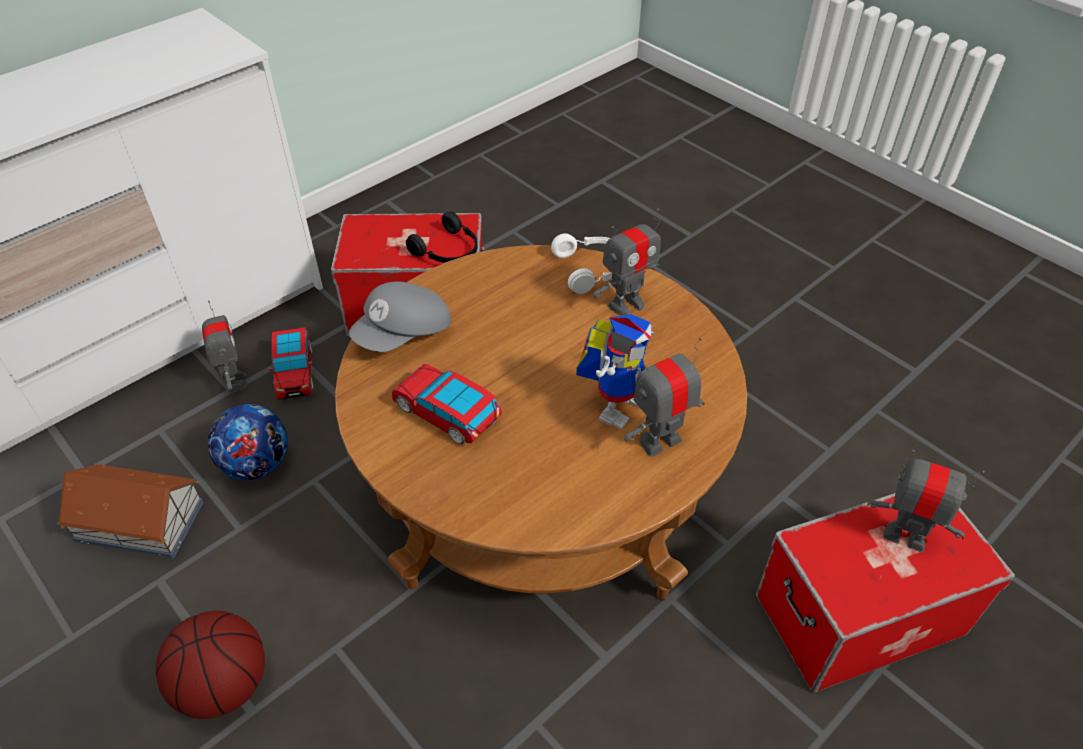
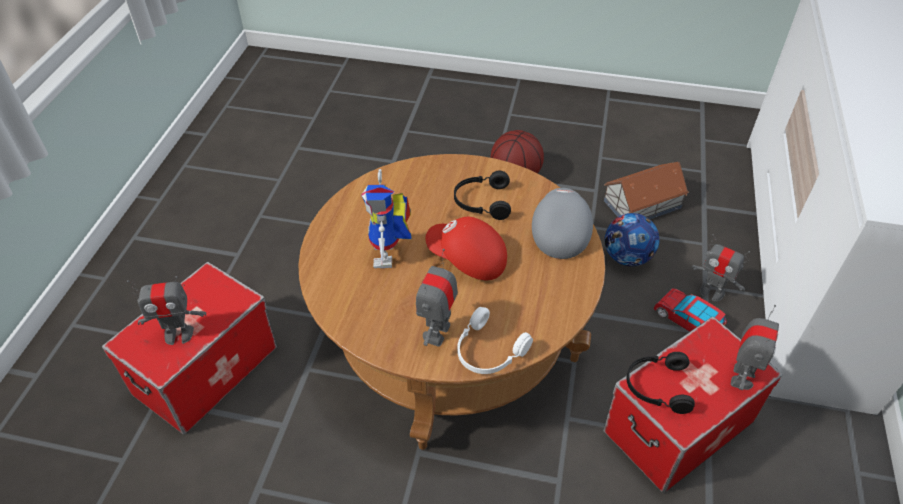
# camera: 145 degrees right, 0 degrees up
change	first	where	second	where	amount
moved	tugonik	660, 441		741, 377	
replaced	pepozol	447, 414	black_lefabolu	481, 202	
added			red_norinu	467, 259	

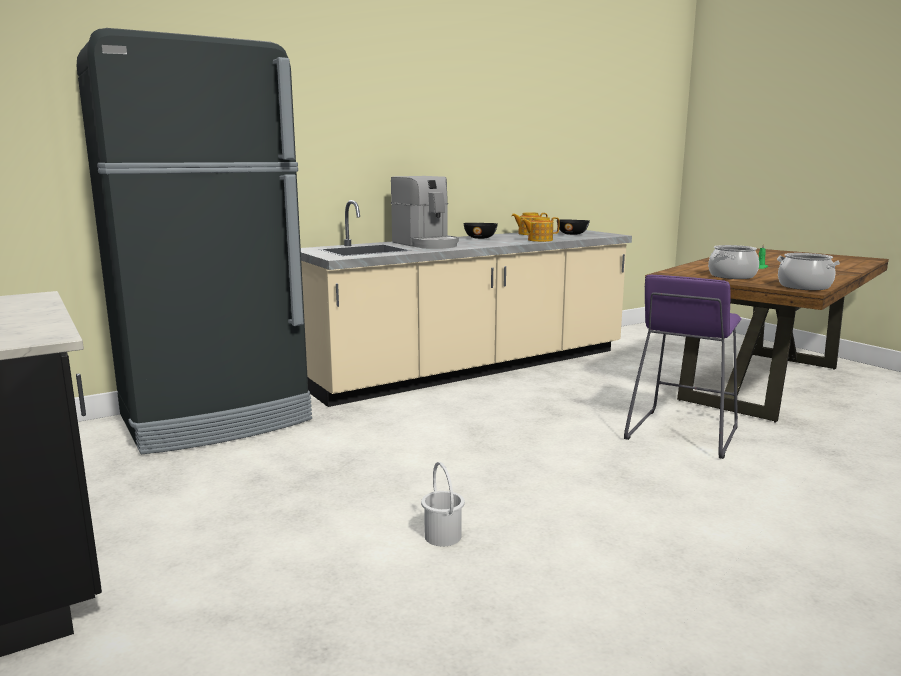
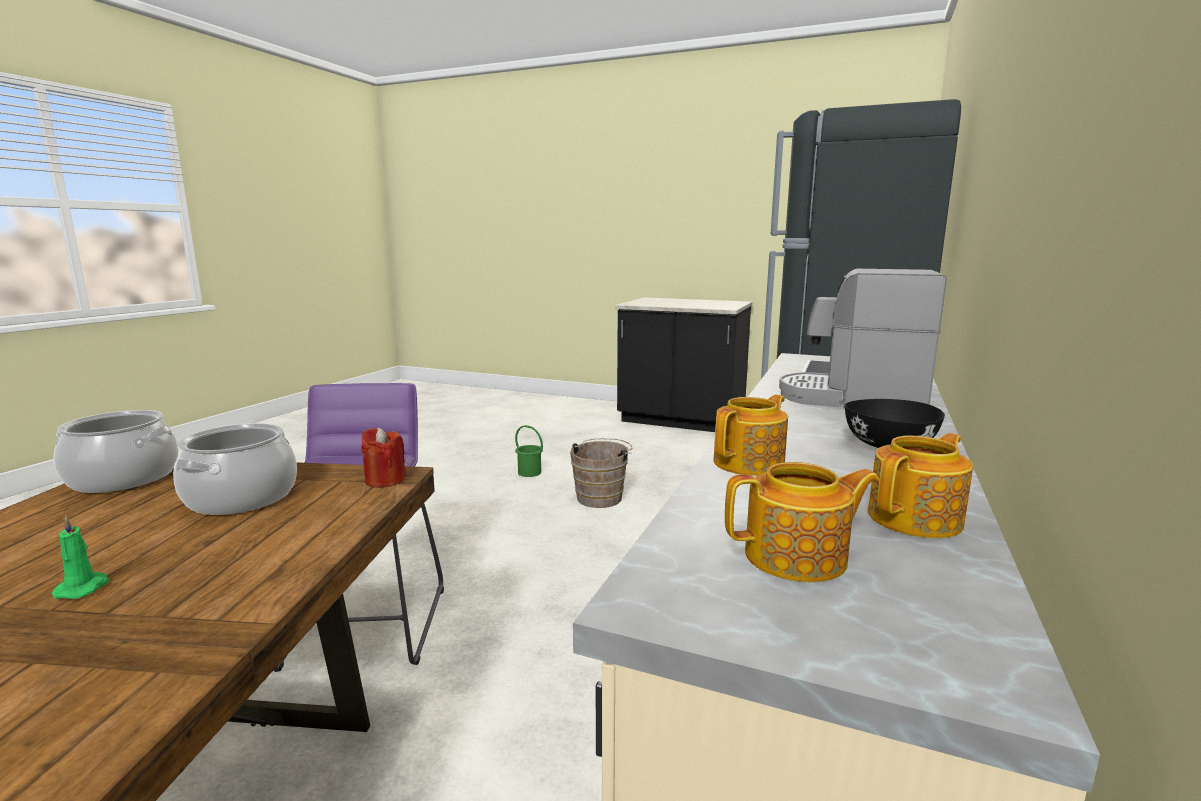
# camera: 145 degrees right, 0 degrees up
change	first	where	second	where	amount
replaced	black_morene	572, 234	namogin	798, 557	
recoloured	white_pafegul	442, 537	green_pafegul	529, 472	
added			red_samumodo	385, 480	
added			brown_pafegul	601, 497	

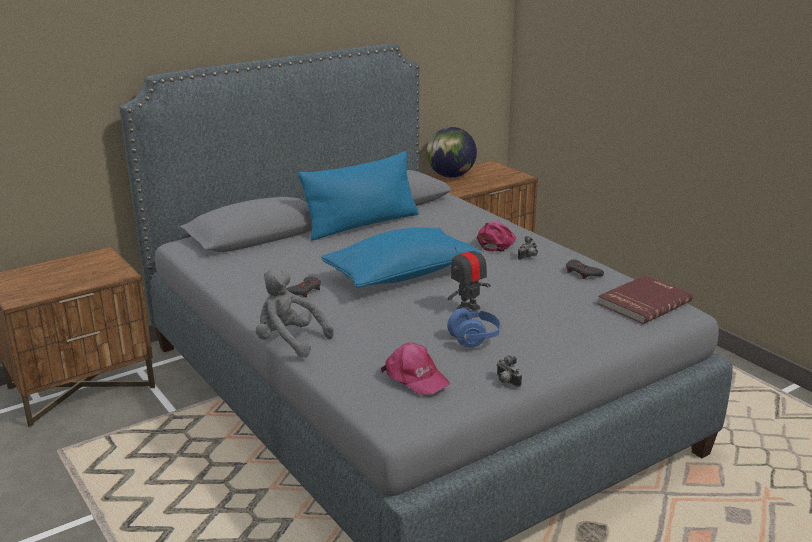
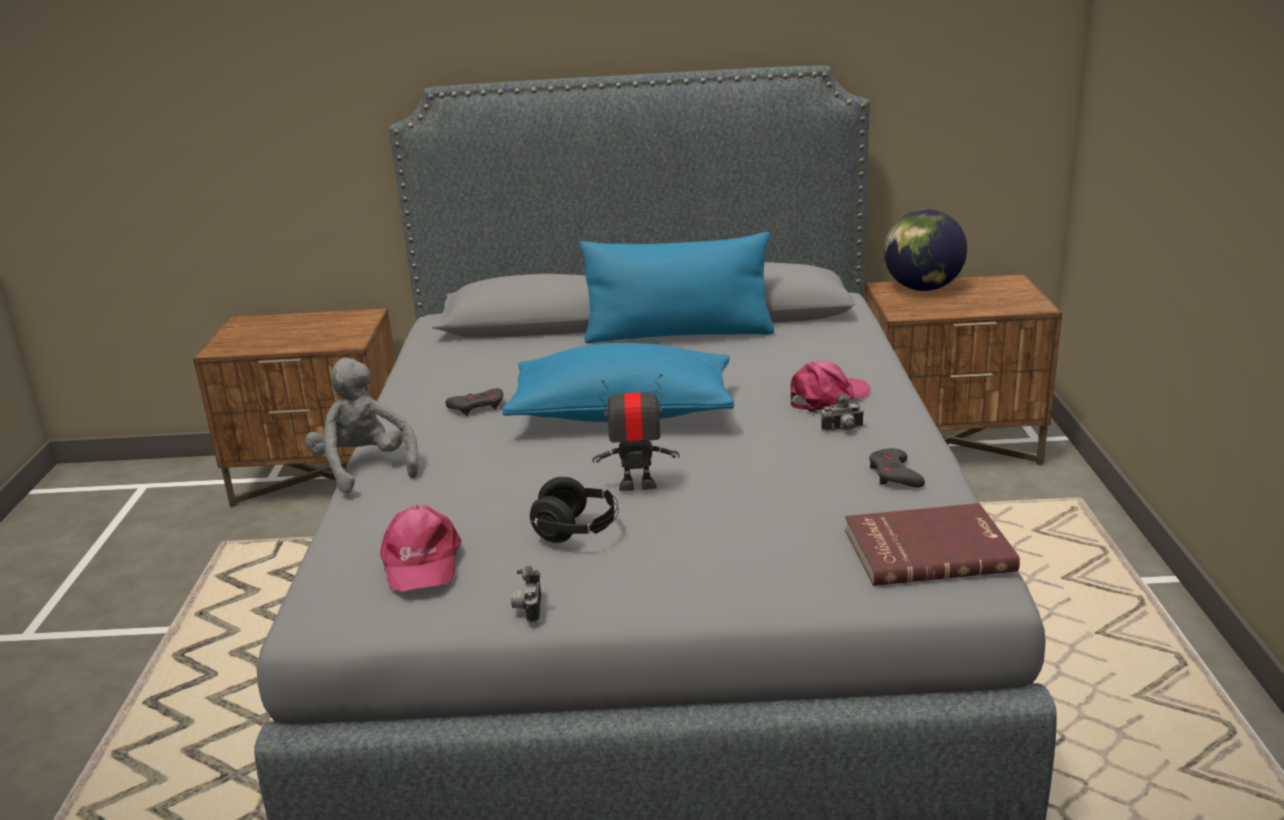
# camera: 35 degrees right, 0 degrees up
change	first	where	second	where	amount
recoloured	blue_lefabolu	475, 339	black_lefabolu	577, 531	

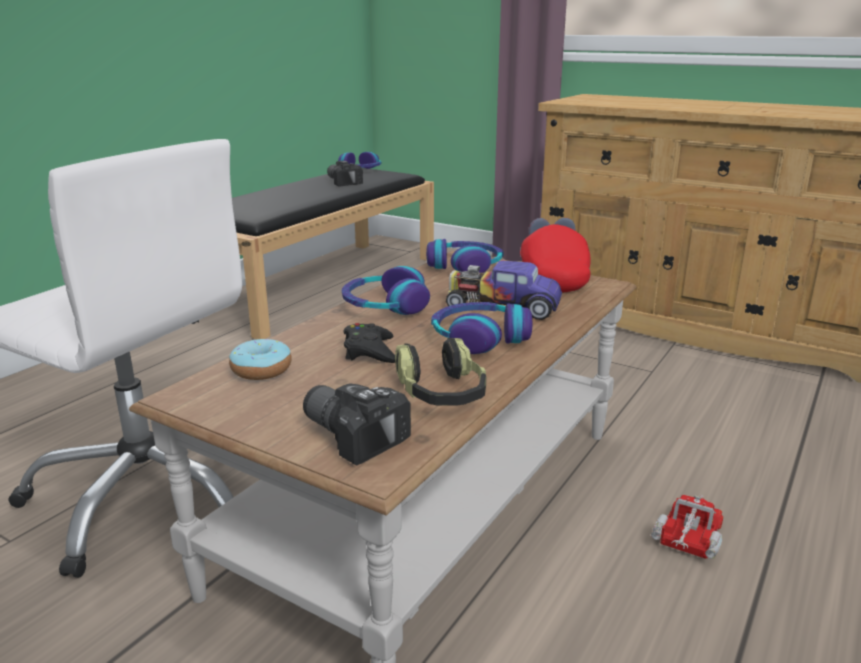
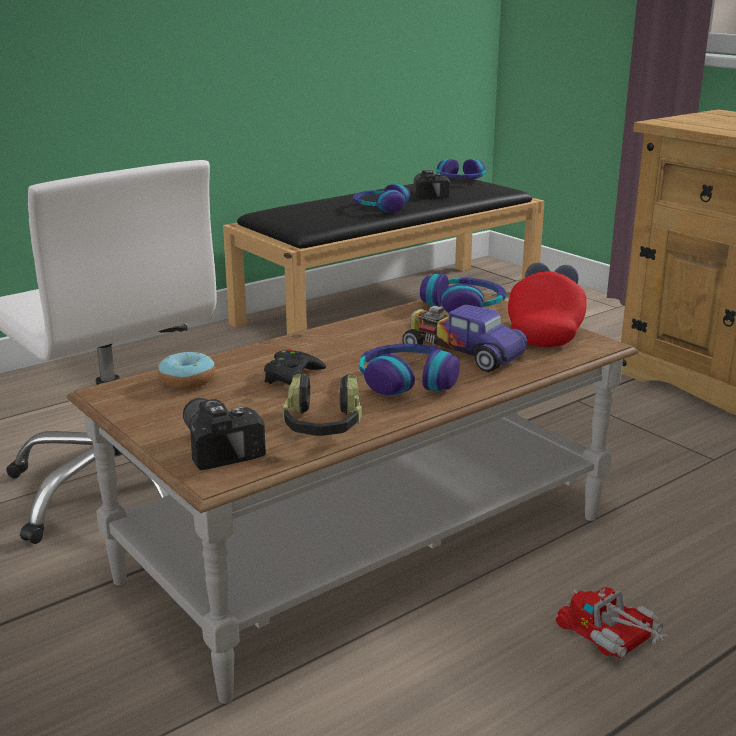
# camera: 20 degrees right, 0 degrees up
change	first	where	second	where	amount
moved	lefabolu	385, 306		380, 208	
turned	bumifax	687, 542		613, 639	90 degrees counterclockwise

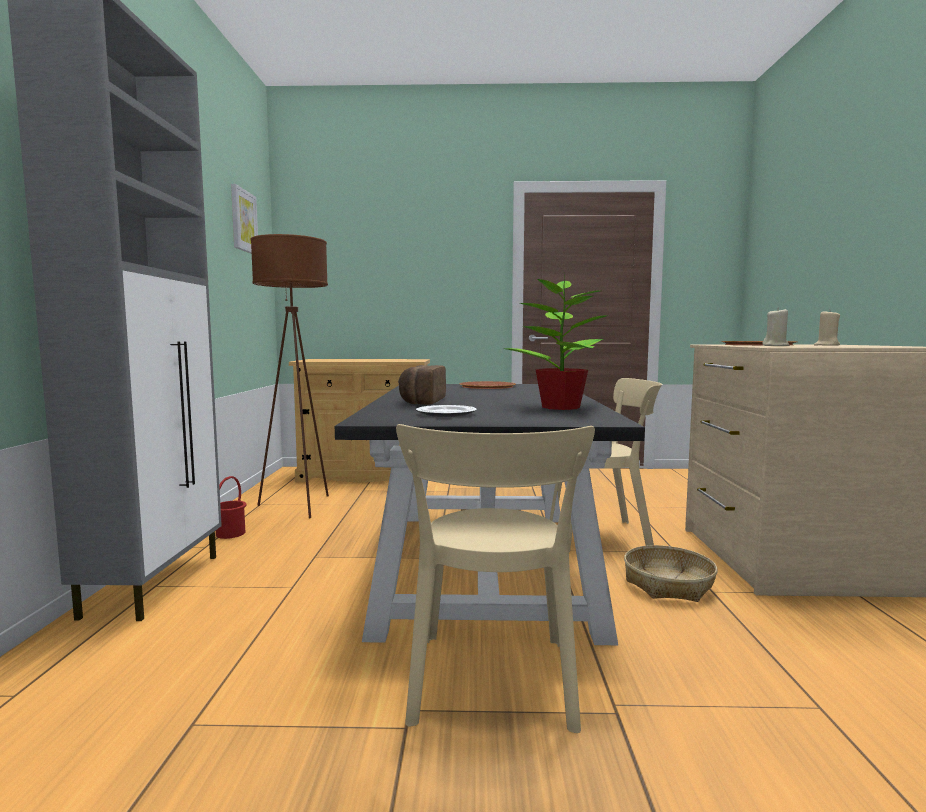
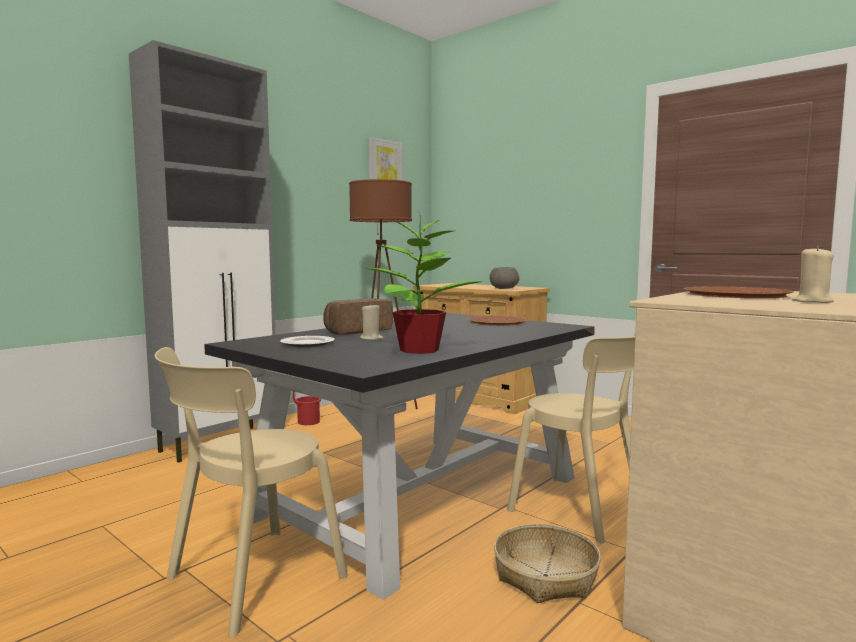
# camera: 40 degrees right, 0 degrees up
change	first	where	second	where	amount
moved	beige_samumodo	775, 346		371, 338	
added			grey_morene	503, 288	

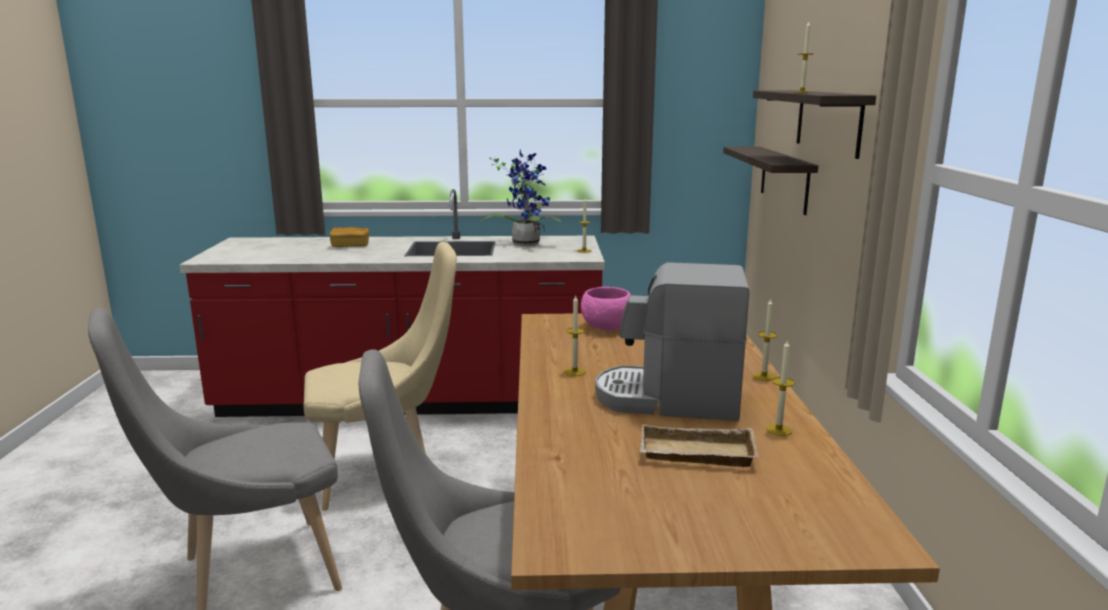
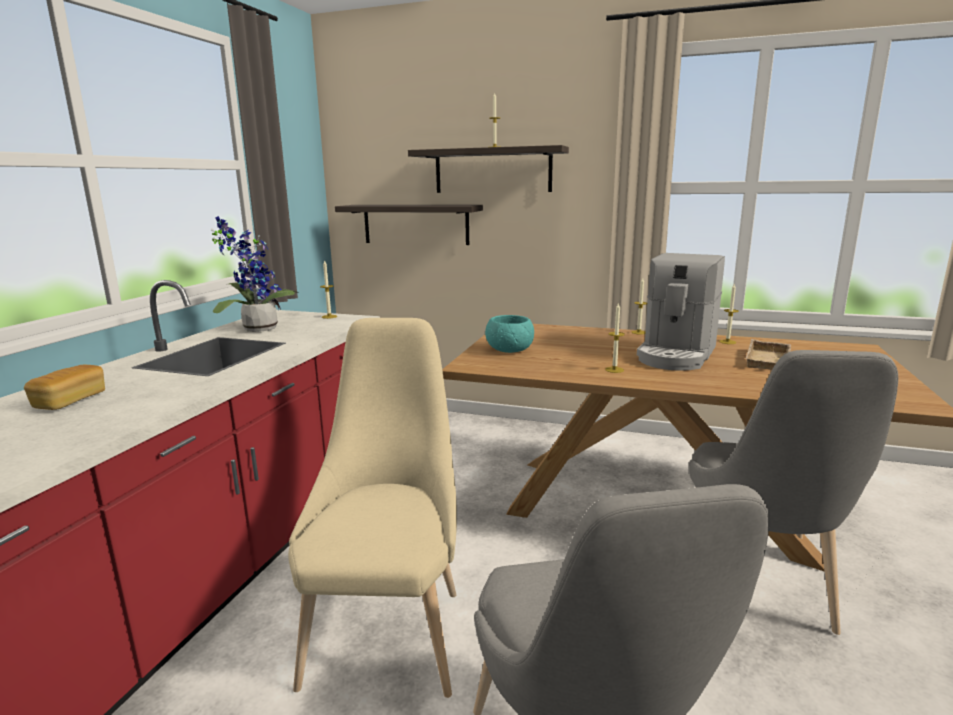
# camera: 70 degrees left, 0 degrees up
change	first	where	second	where	amount
recoloured	pink_morene	607, 327	turquoise_morene	509, 350	

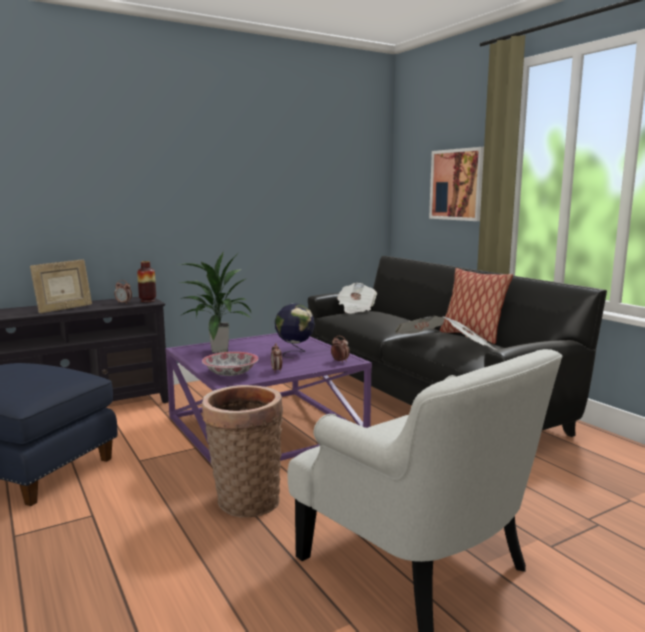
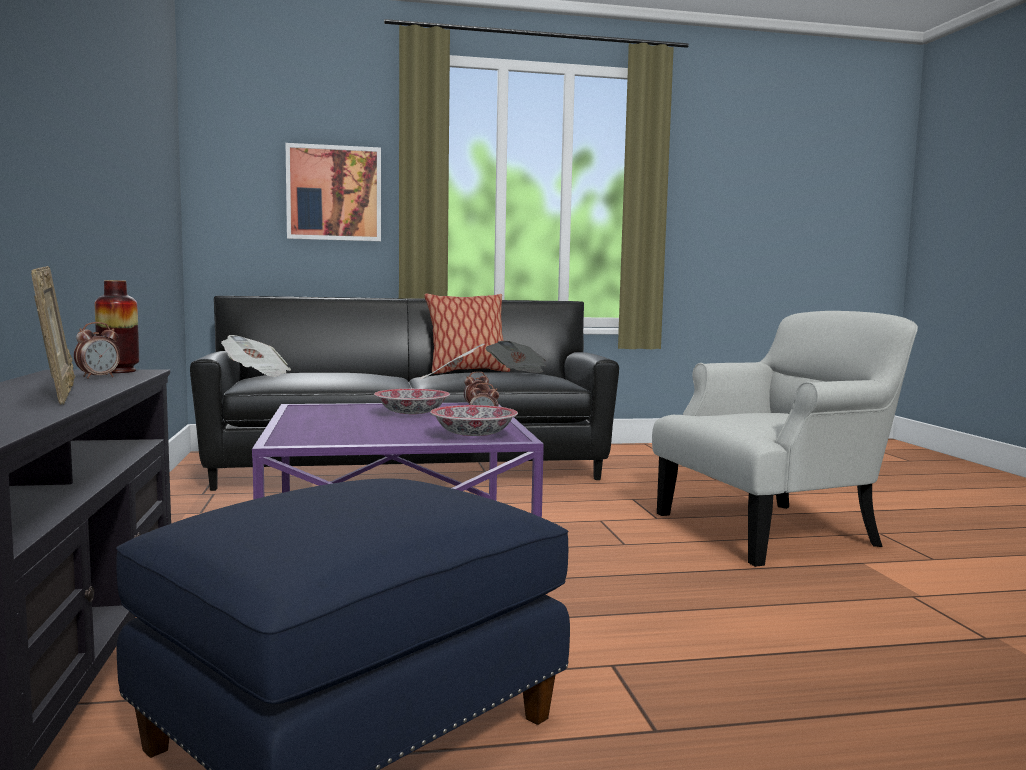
# camera: 70 degrees left, 5 degrees down
change	first	where	second	where	amount
removed	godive	218, 350			
replaced	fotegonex	295, 353	morene	411, 413	
removed	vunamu	245, 500			

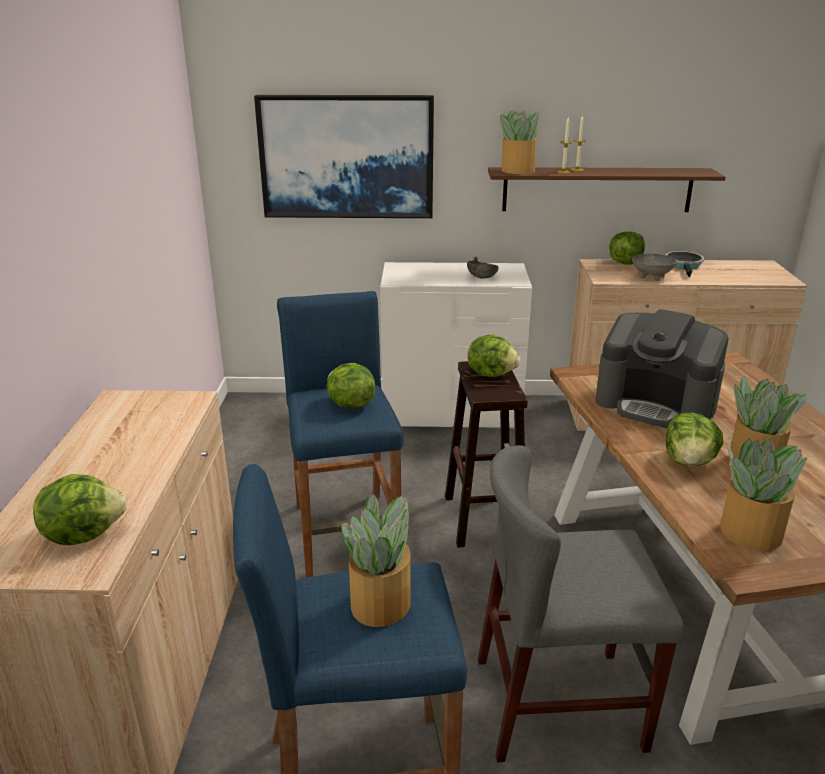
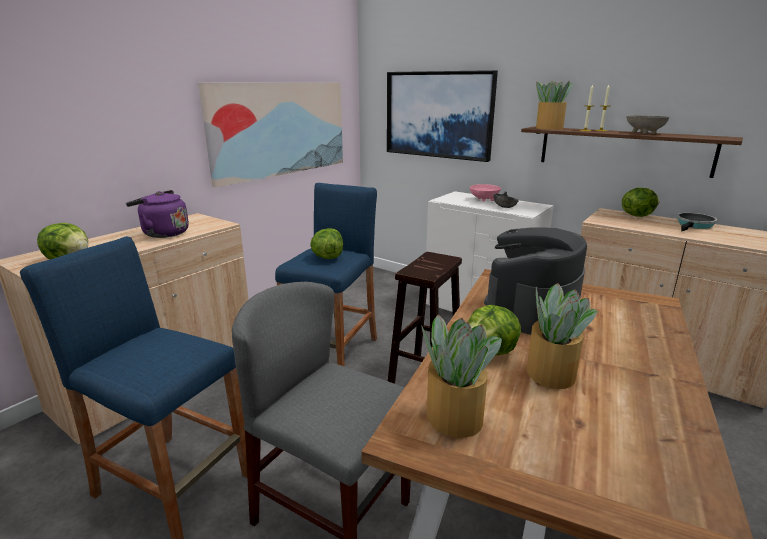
# camera: 35 degrees right, 5 degrees down
change	first	where	second	where	amount
moved	grey_morene	652, 277		645, 133	
turned	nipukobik	656, 404		531, 310	60 degrees clockwise
removed	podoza	492, 374			
removed	godive	382, 603			
added			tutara	281, 129	
added			pink_morene	483, 200	
added			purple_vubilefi	163, 233	

